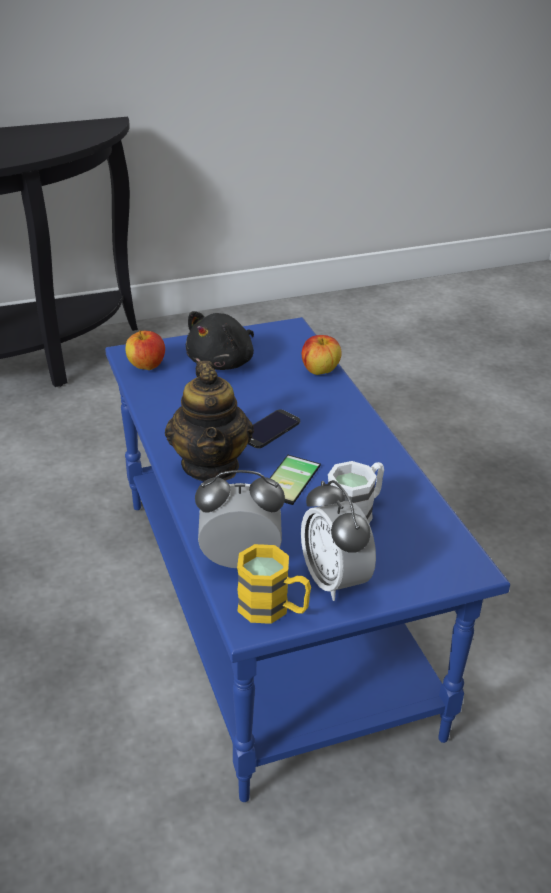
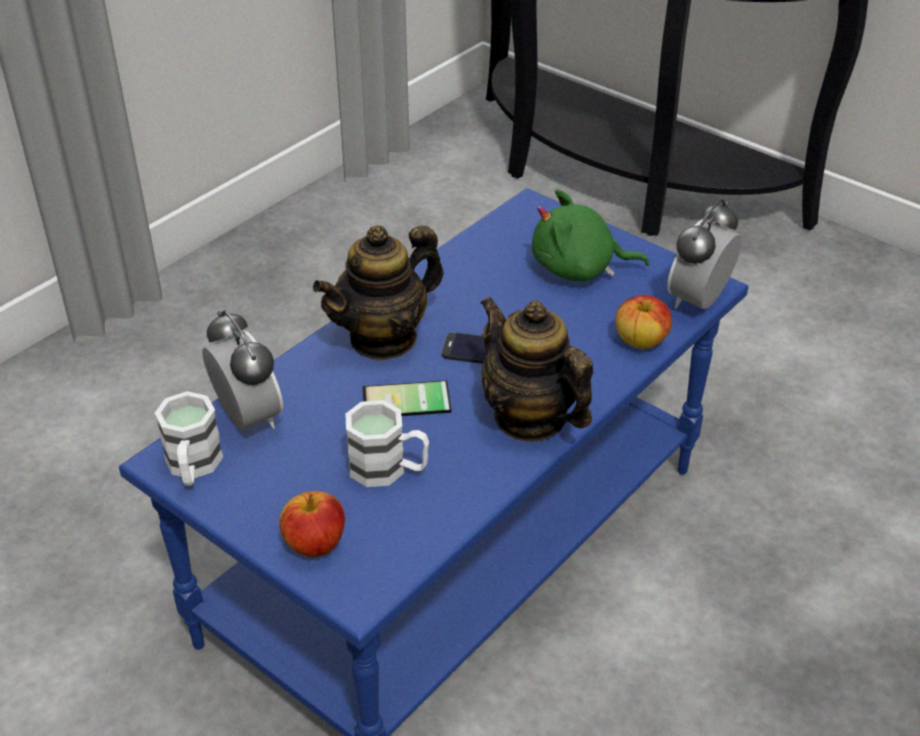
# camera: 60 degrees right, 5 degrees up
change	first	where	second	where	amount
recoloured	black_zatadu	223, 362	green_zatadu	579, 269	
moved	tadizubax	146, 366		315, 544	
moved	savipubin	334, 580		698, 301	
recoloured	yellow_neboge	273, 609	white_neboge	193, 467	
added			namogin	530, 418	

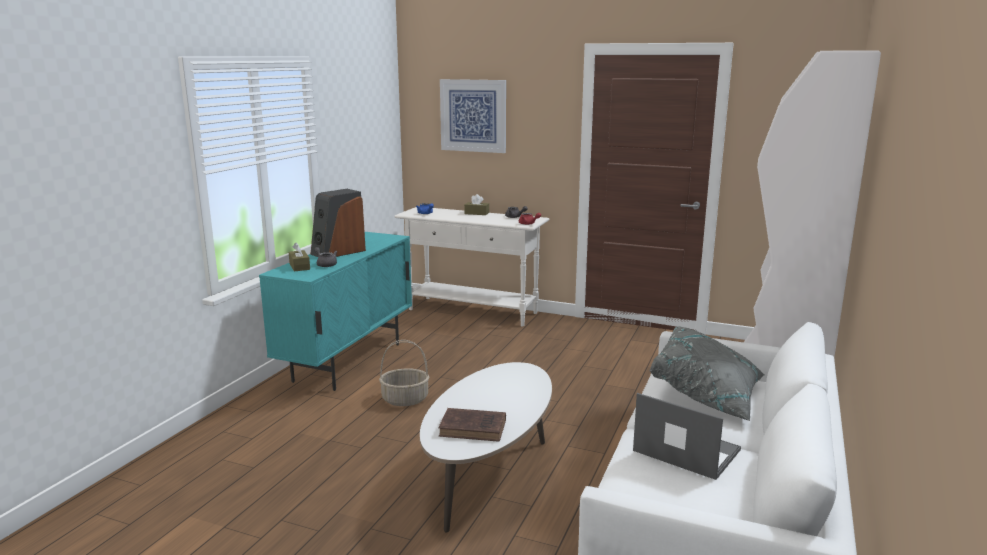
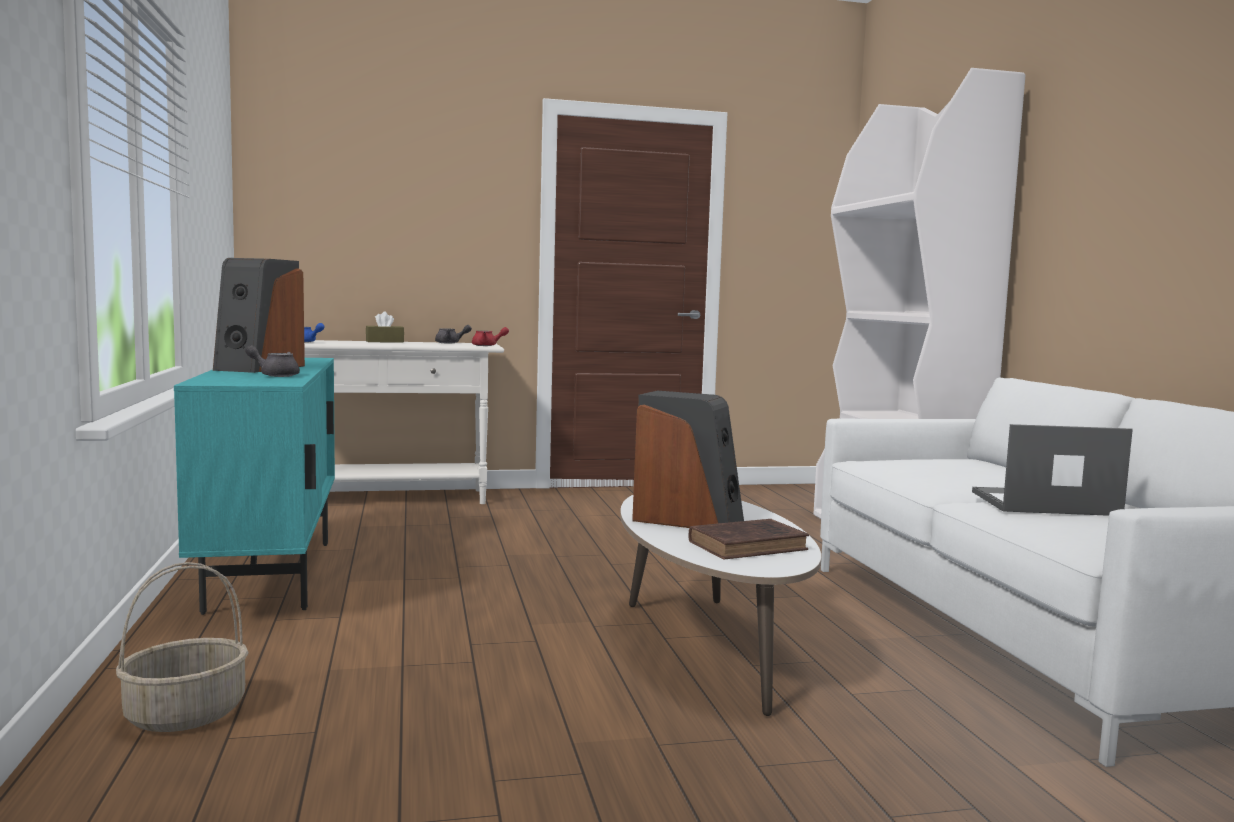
# camera: 35 degrees left, 10 degrees down
change	first	where	second	where	amount
removed	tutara	473, 115			
removed	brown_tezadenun	299, 266			
removed	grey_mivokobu	707, 394			
moved	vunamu	405, 399		186, 714	
added			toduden	688, 520	

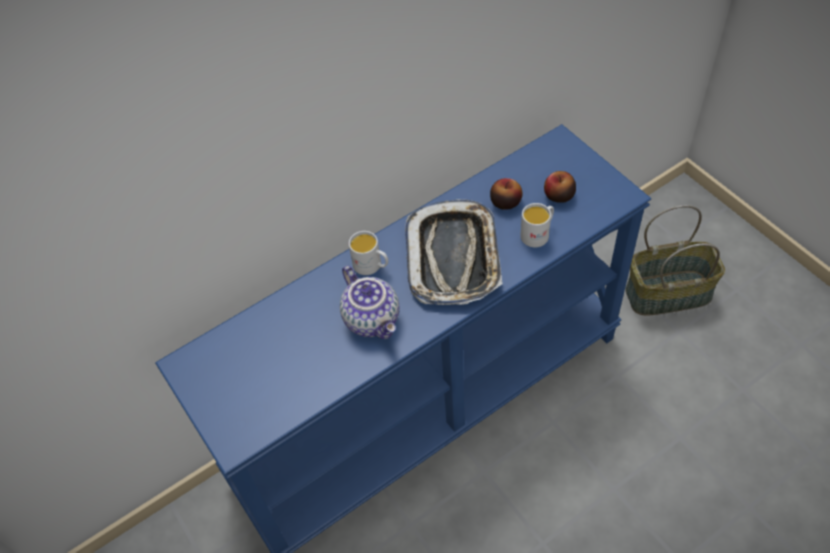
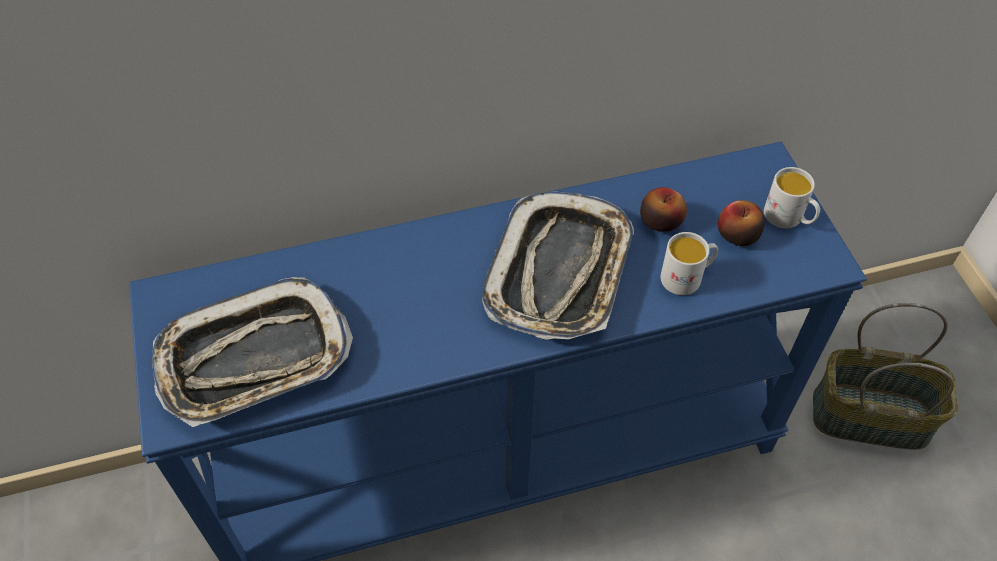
# camera: 15 degrees right, 0 degrees up
change	first	where	second	where	amount
moved	white_neboge	371, 266		788, 218	
removed	namogin	373, 319			
added			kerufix	253, 359	

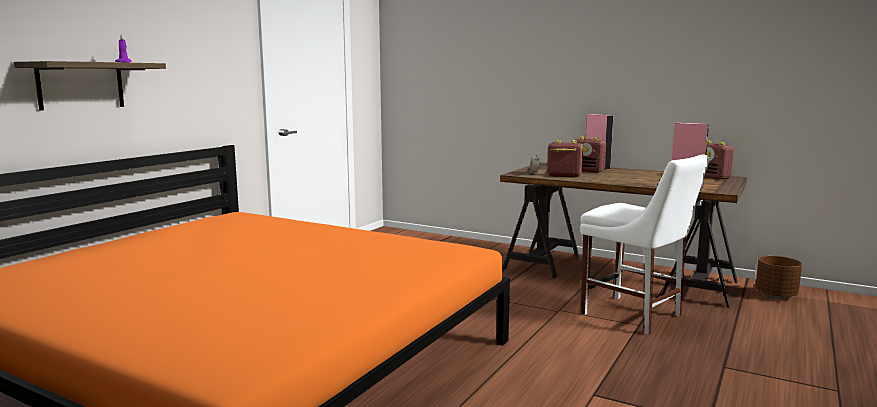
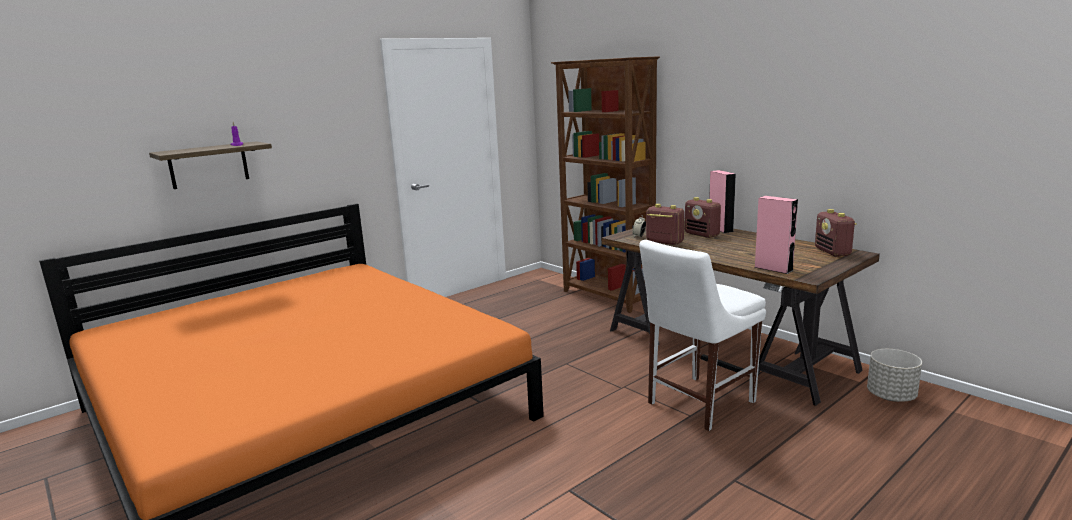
# camera: 20 degrees right, 5 degrees up
change	first	where	second	where	amount
turned	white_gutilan	635, 316		697, 404	75 degrees clockwise
recoloured	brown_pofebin	776, 295	grey_pofebin	891, 396	
added			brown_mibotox	607, 297	

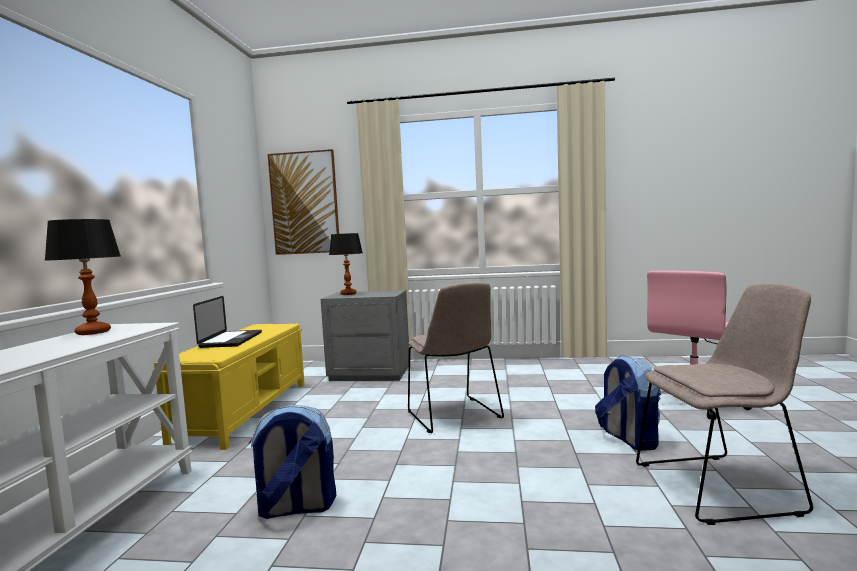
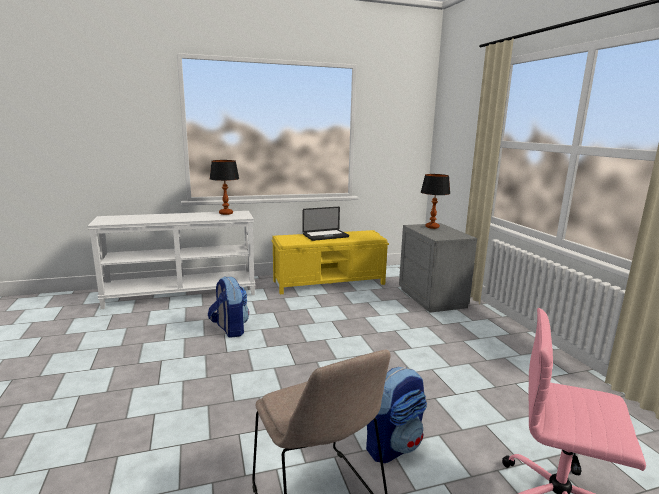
# camera: 65 degrees right, 10 degrees up
change	first	where	second	where	amount
removed	tutara	304, 203			
removed	beige_gutilan	454, 416			

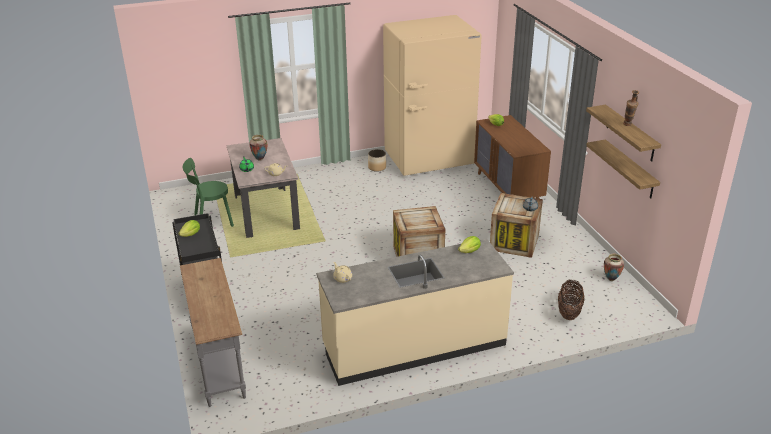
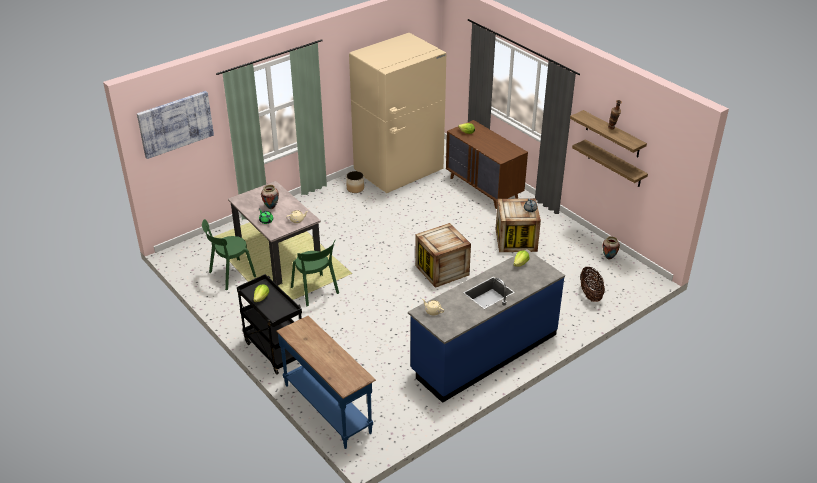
# camera: 20 degrees left, 5 degrees up
change	first	where	second	where	amount
recoloured	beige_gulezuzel	414, 345	blue_gulezuzel	484, 353	
recoloured	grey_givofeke	219, 362	blue_givofeke	328, 408	
added			tutara	175, 123	
added			green_gutilan	315, 291	

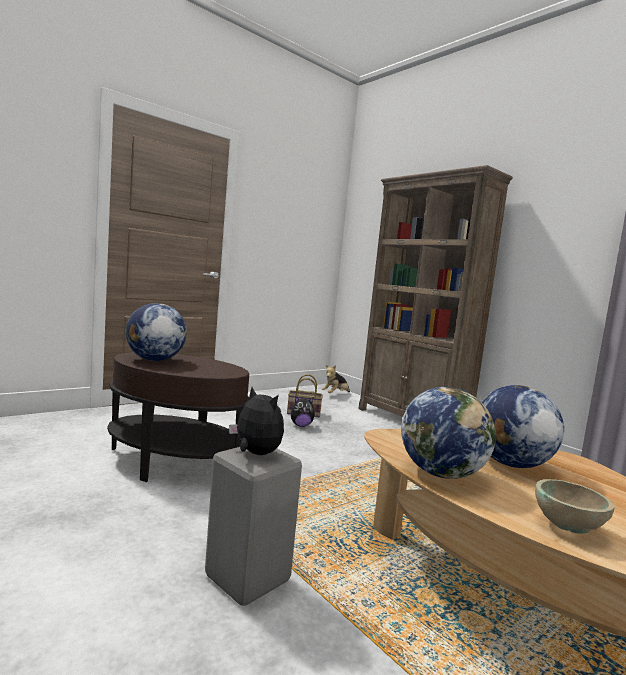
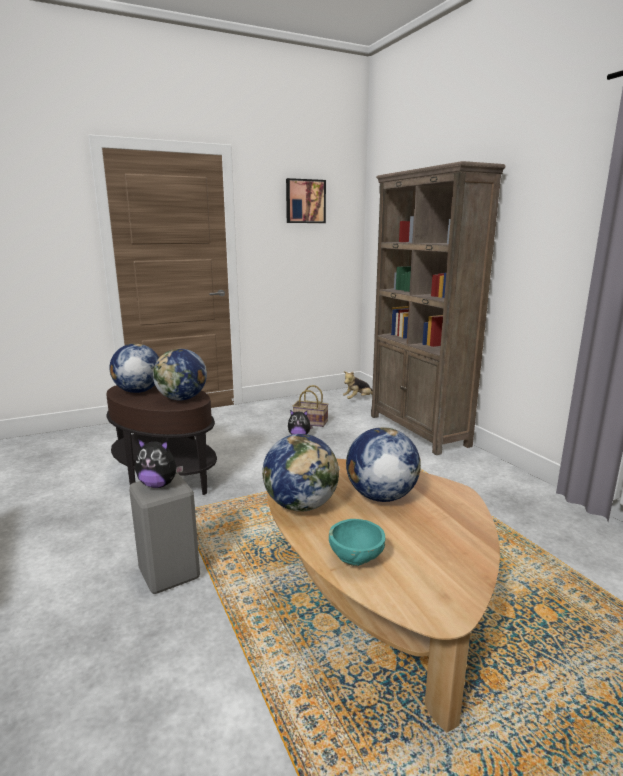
# camera: 15 degrees right, 10 degrees up
change	first	where	second	where	amount
turned	zatadu	255, 454		159, 485	135 degrees clockwise
recoloured	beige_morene	567, 527	turquoise_morene	356, 559	
added			tutara	305, 201	
added			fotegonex	182, 399	

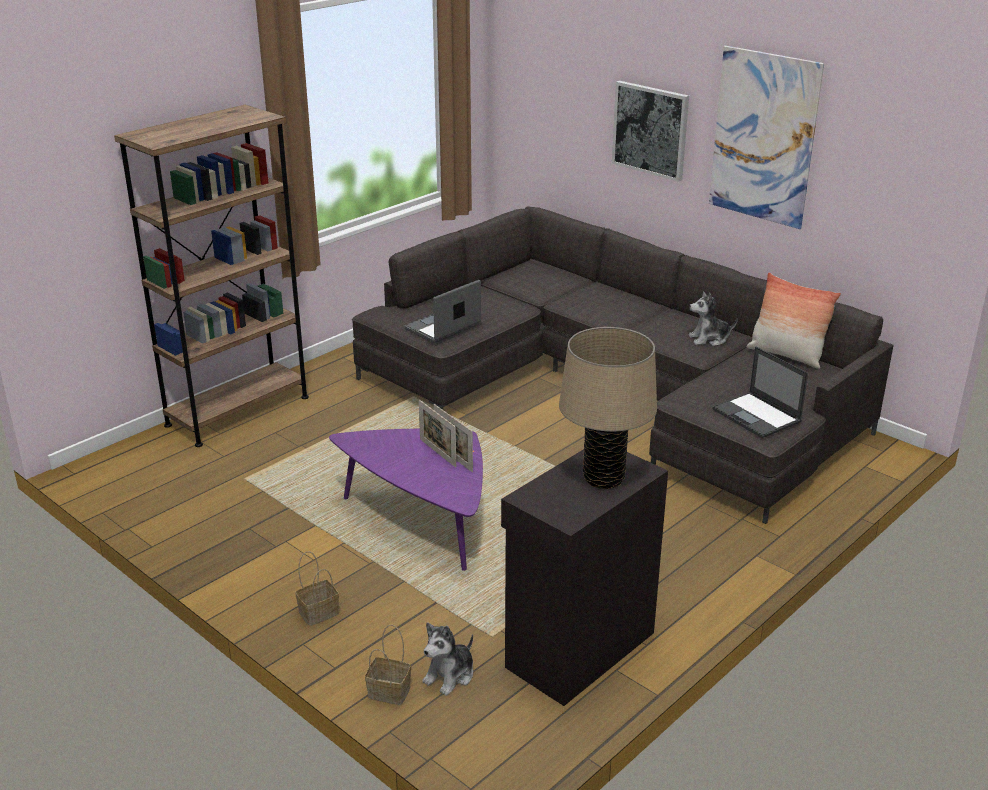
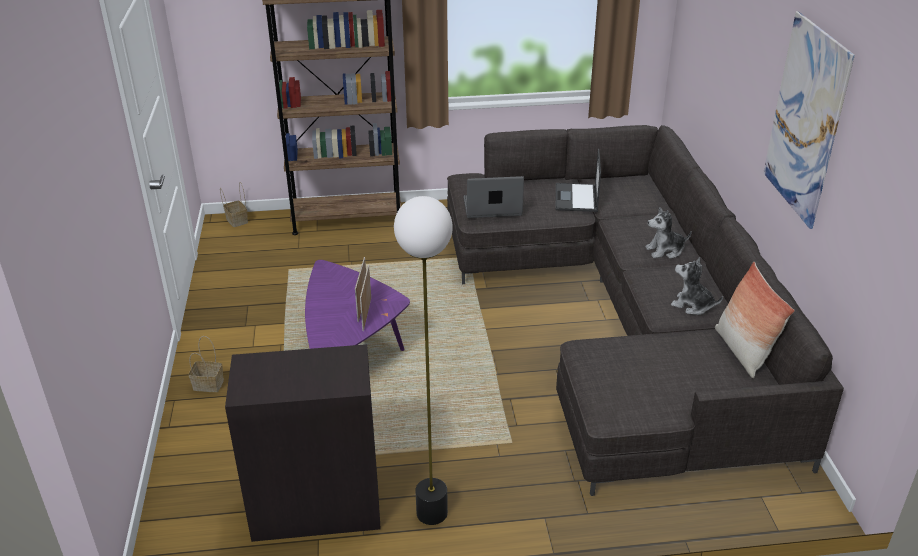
# camera: 40 degrees right, 5 degrees up
change	first	where	second	where	amount
removed	tutara	650, 130			
removed	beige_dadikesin	603, 478			
moved	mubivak	757, 416		576, 198	
moved	zatadu	450, 675		665, 251	
moved	vunamu	387, 692		236, 220	
added			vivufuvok	431, 513	

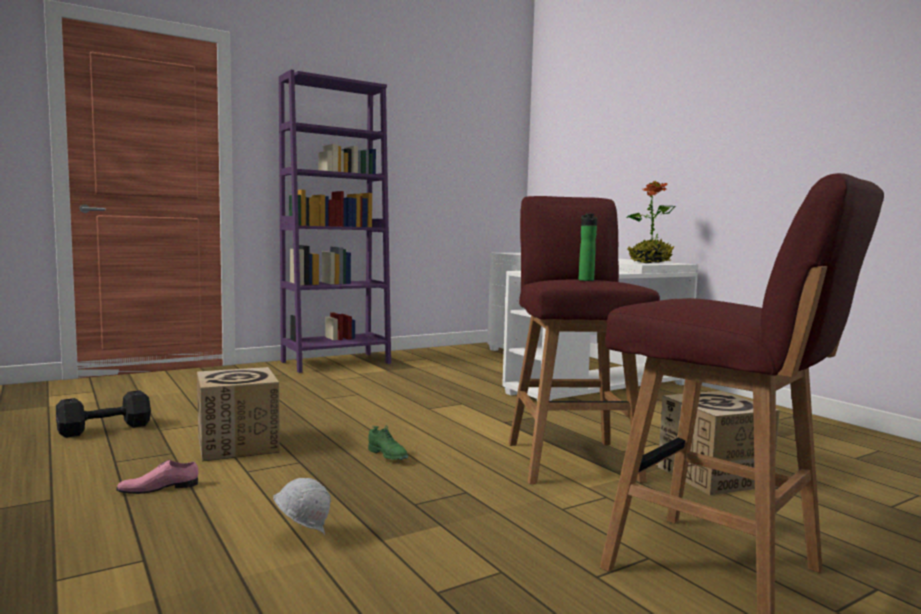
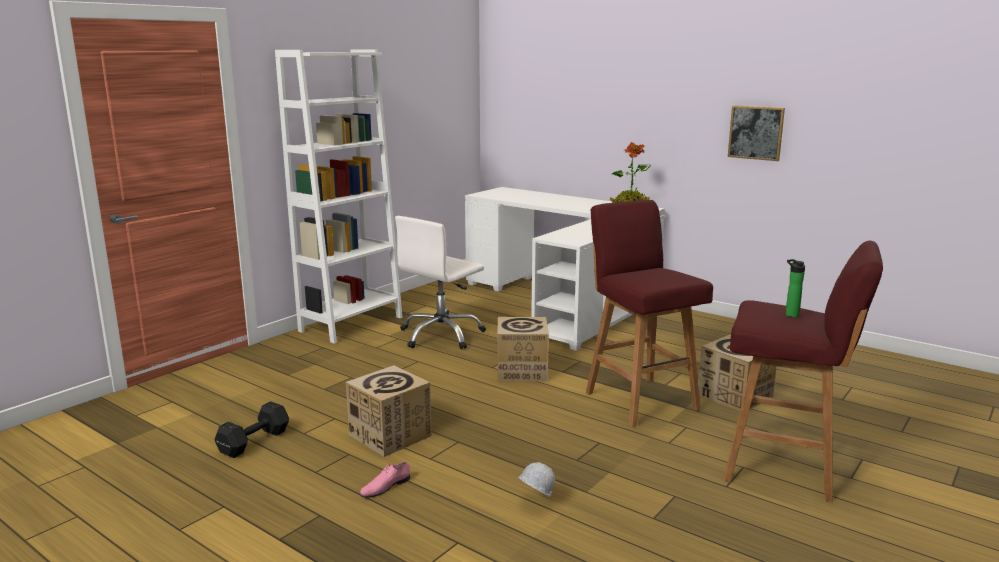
# camera: 20 degrees left, 10 degrees up
change	first	where	second	where	amount
recoloured	purple_mibotox	336, 362	white_mibotox	351, 324	
moved	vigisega	585, 280		790, 314	
removed	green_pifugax	388, 456			
added			tutara	756, 132	
added			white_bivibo	441, 335	
added			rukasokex	522, 371	

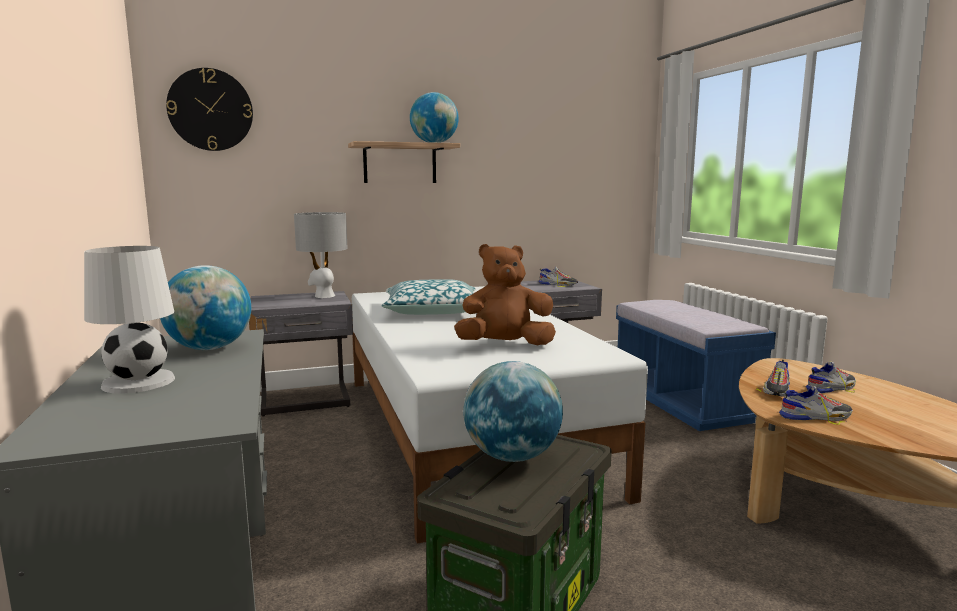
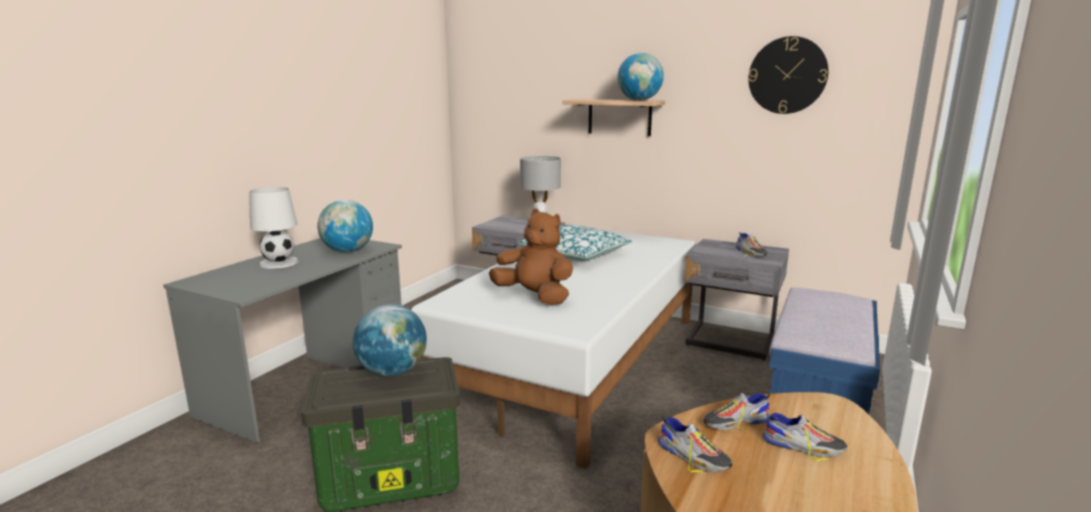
# camera: 45 degrees right, 5 degrees up
change	first	where	second	where	amount
moved	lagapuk	210, 110		787, 75	

